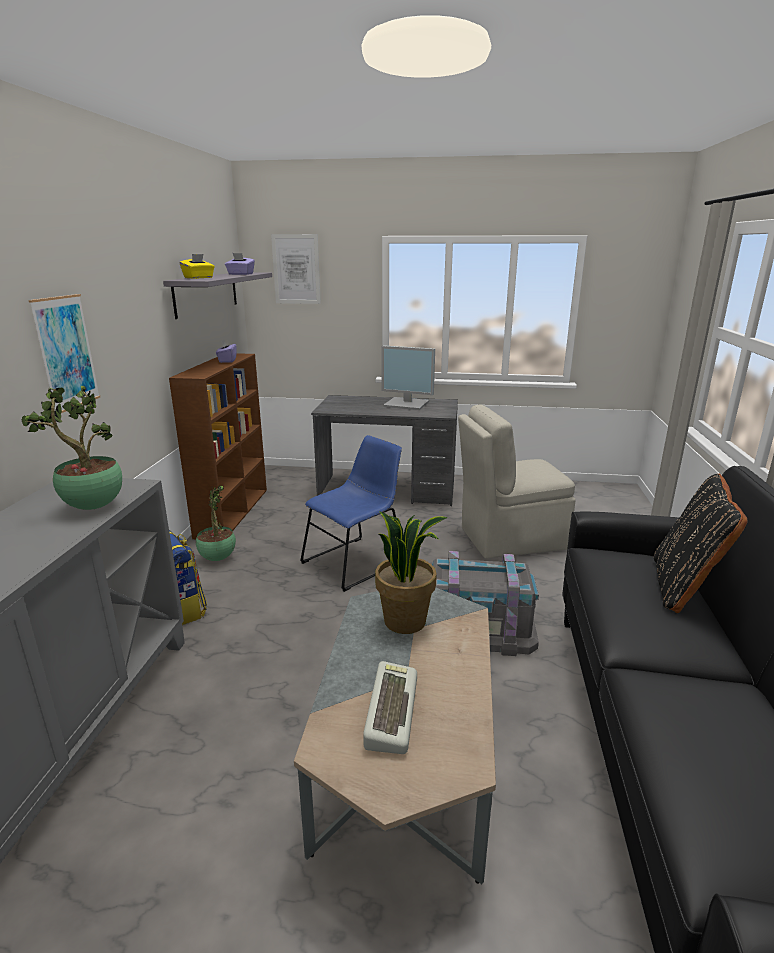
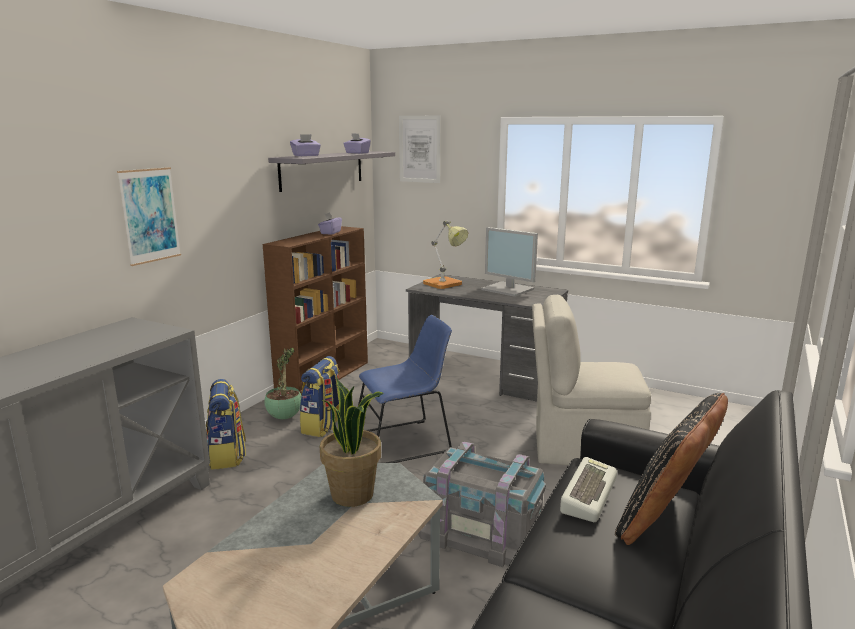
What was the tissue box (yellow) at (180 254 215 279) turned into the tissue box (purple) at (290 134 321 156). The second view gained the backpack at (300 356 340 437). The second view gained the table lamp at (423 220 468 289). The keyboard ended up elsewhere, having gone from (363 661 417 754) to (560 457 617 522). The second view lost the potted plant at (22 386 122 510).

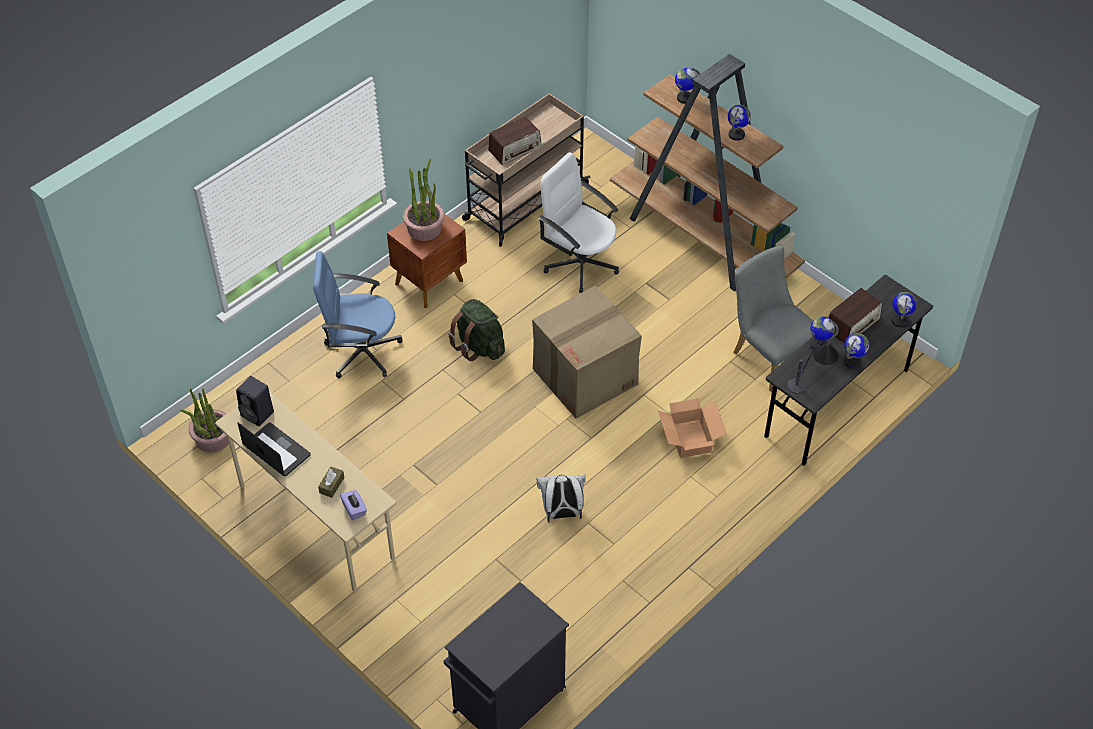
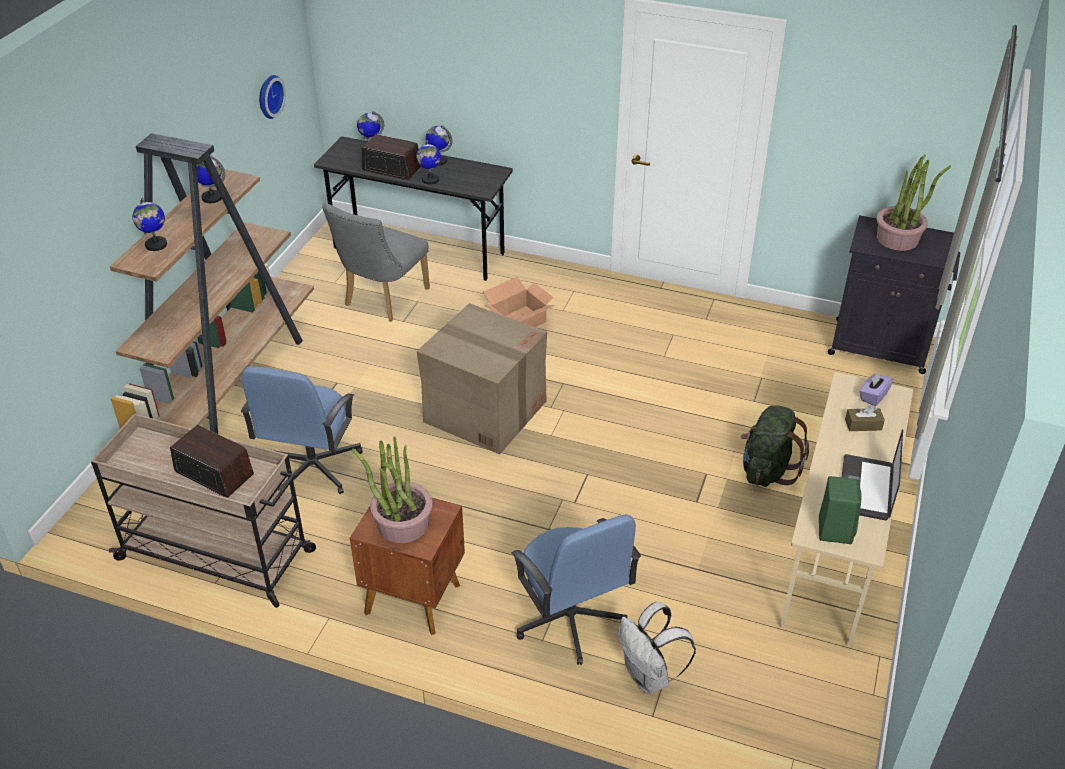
What was the office chair (white) at (538 152 619 293) turned into the office chair (blue) at (241 366 363 494). The second view gained the wall clock at (259 75 286 119). The backpack (white) ended up elsewhere, having gone from (536 474 586 522) to (618 602 696 694). The backpack (green) ended up elsewhere, having gone from (448 299 505 361) to (741 405 809 487). What was the speaker (black) at (236 376 274 426) turned into the speaker (green) at (819 476 861 544). The potted plant ended up elsewhere, having gone from (181 388 229 453) to (876 155 951 251). The second view lost the table lamp at (787 342 839 394).

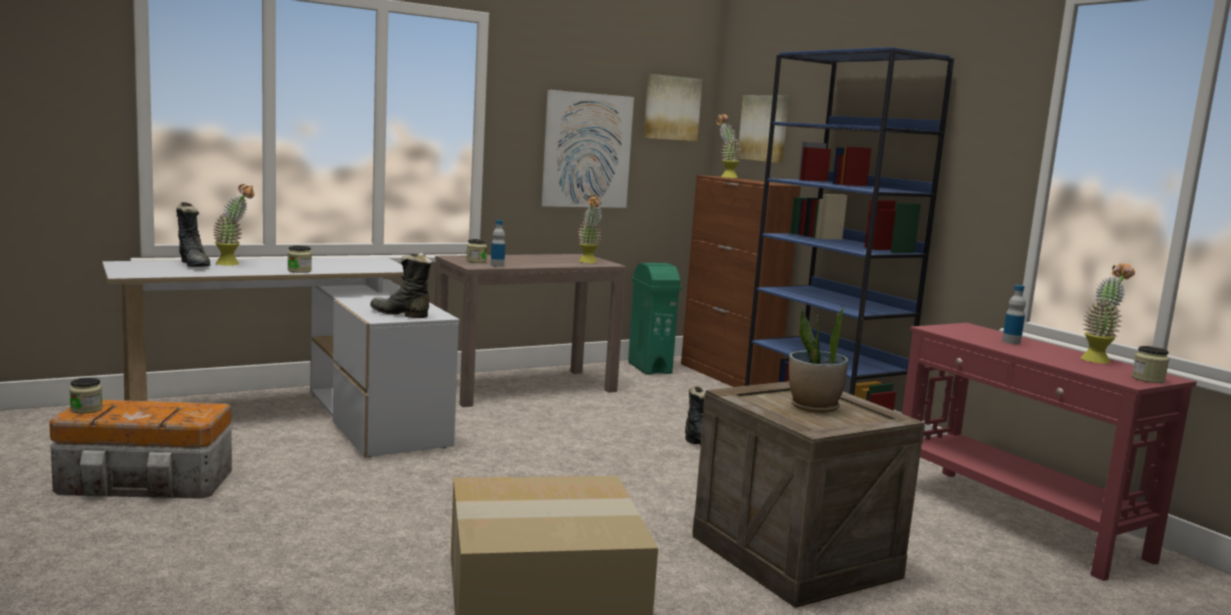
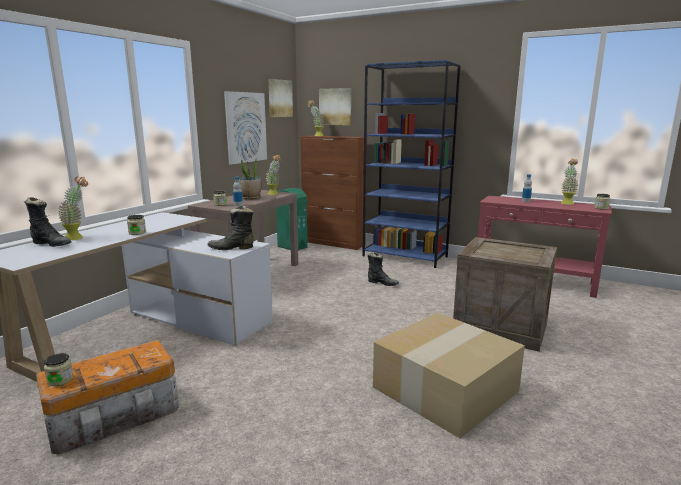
The potted plant ended up elsewhere, having gone from (789 307 848 413) to (239 157 261 199).

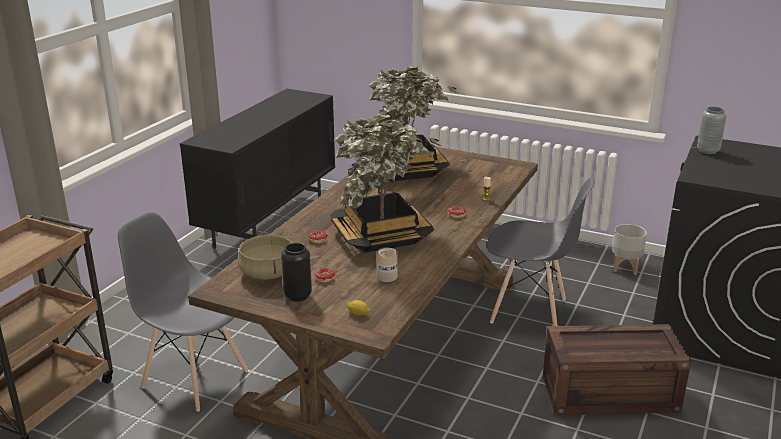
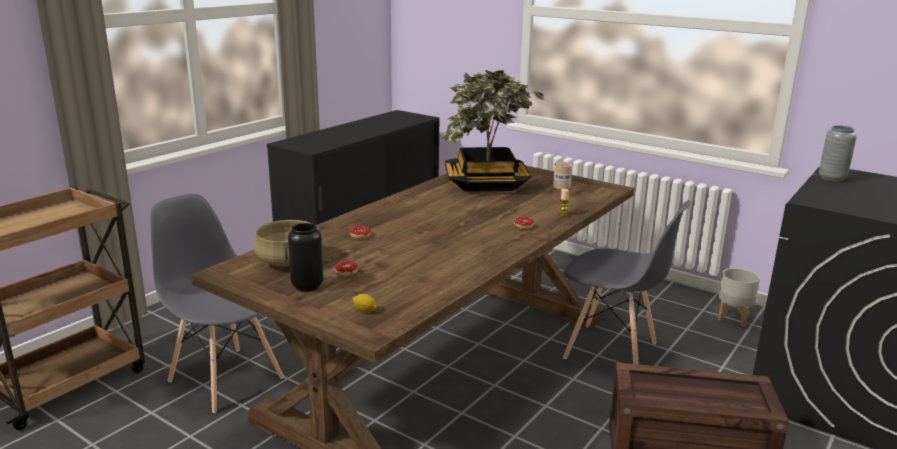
The can ended up elsewhere, having gone from (376 248 397 282) to (553 162 572 190). The second view lost the potted plant at (330 114 441 253).

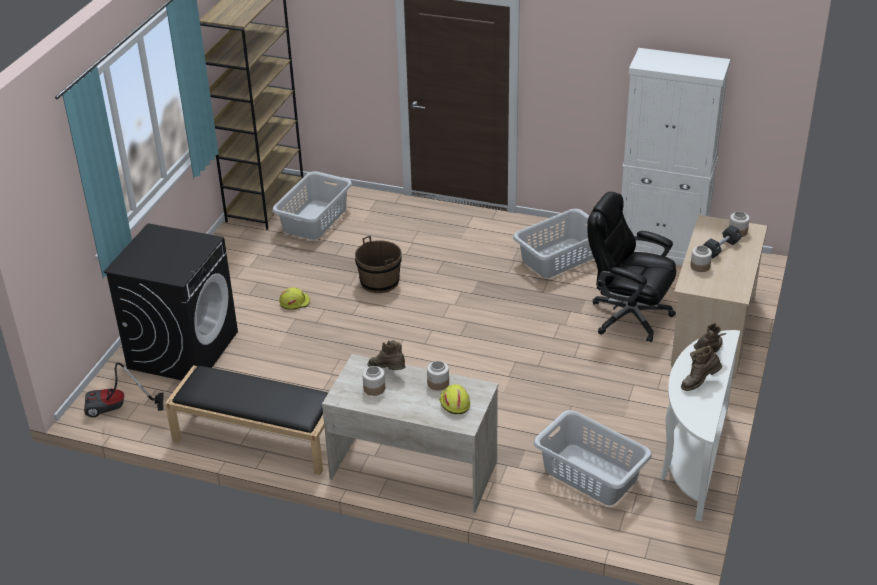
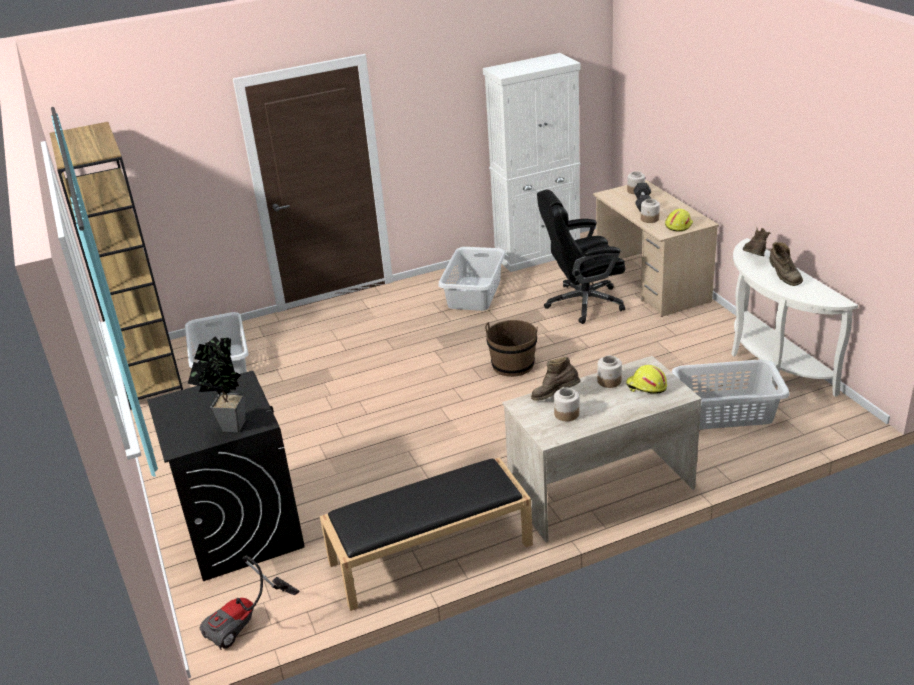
The second view gained the potted plant at (188 337 245 432). The bucket (brown) ended up elsewhere, having gone from (355 236 402 293) to (485 320 538 377). The hard hat (yellow) ended up elsewhere, having gone from (279 288 310 310) to (665 209 693 232). The boot (brown) at (681 346 722 391) ended up facing another way, 45 degrees counterclockwise from before.

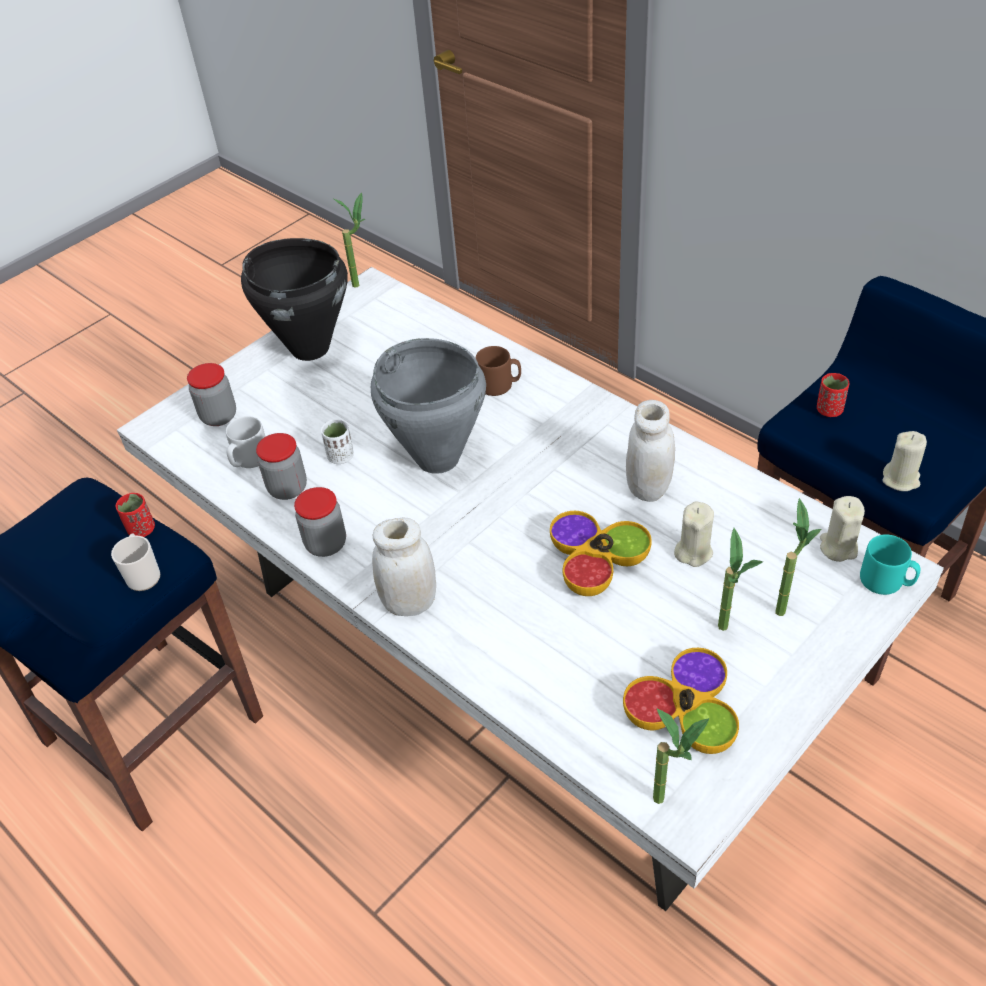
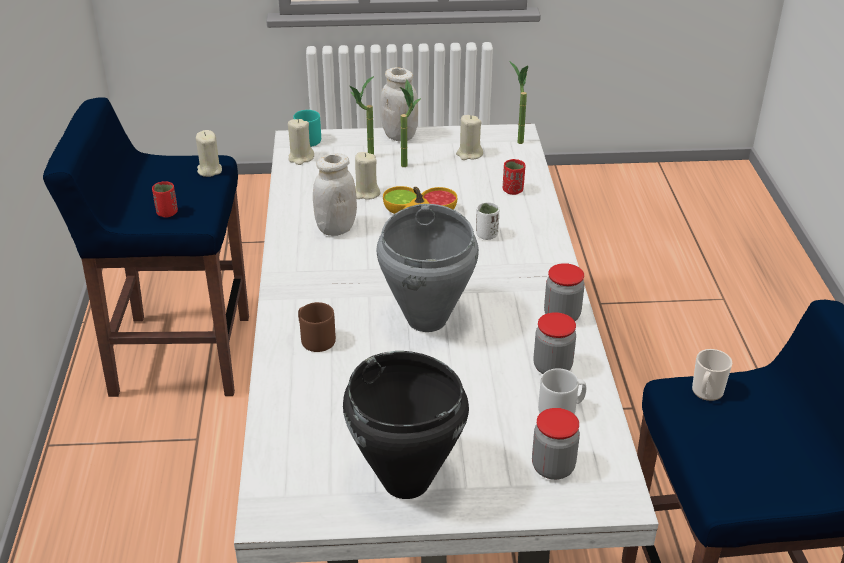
The jar (white) ended up elsewhere, having gone from (372 518 436 616) to (381 67 418 141). Where the bowl stood at (623 648 739 754), the candle (beige) came to stand at (456 115 483 160). The cup (white) ended up elsewhere, having gone from (321 420 354 464) to (476 202 499 240). The cup (red) ended up elsewhere, having gone from (116 493 155 537) to (503 159 525 195). The second view lost the potted plant at (334 192 365 288).

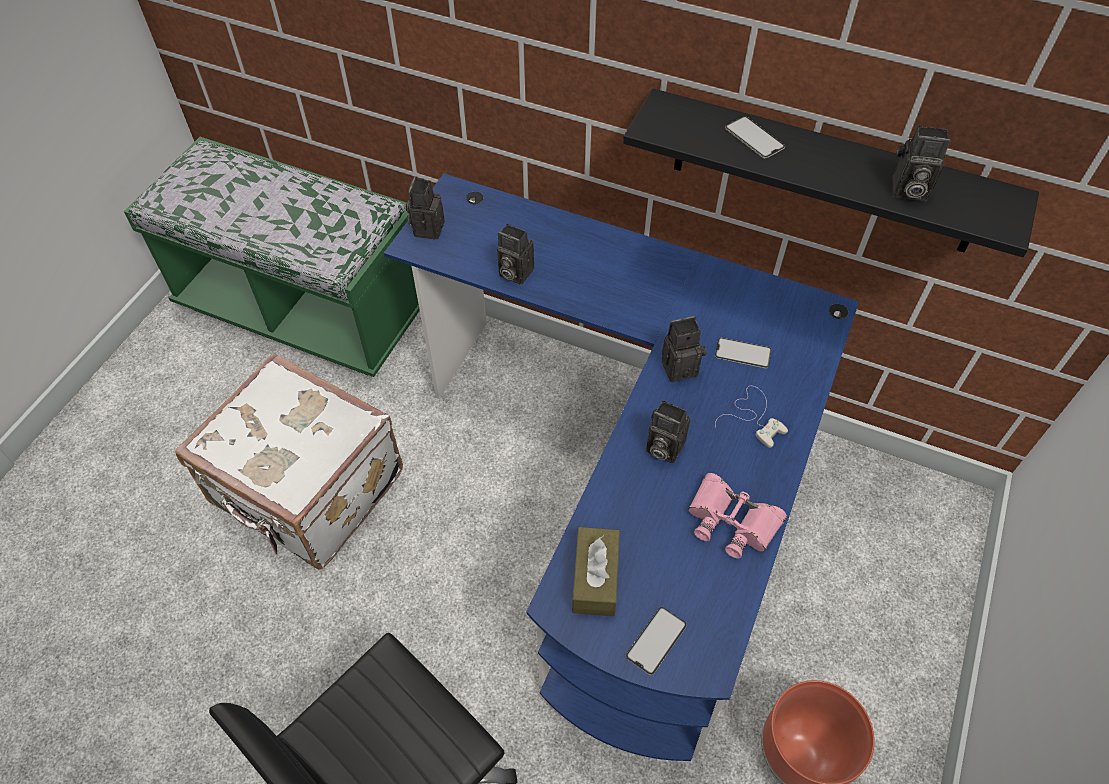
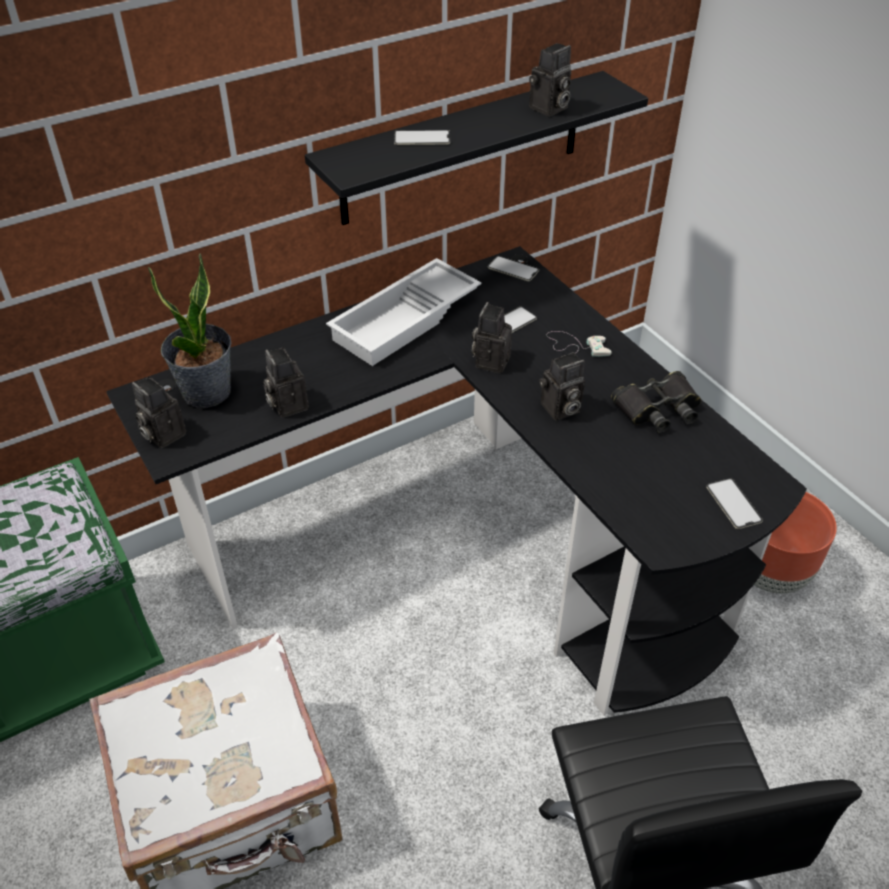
What was the desk (blue) at (384 173 859 761) turned into the desk (black) at (106 246 807 715). The second view gained the potted plant at (148 254 231 408). The photo camera at (497 224 534 285) ended up facing another way, 90 degrees clockwise from before. The second view gained the tray (white) at (326 258 481 366). The second view gained the phone at (488 256 539 281). What was the binoculars (pink) at (688 473 787 559) turned into the binoculars (black) at (611 371 701 433). The second view lost the tissue box (brown) at (572 527 620 617).

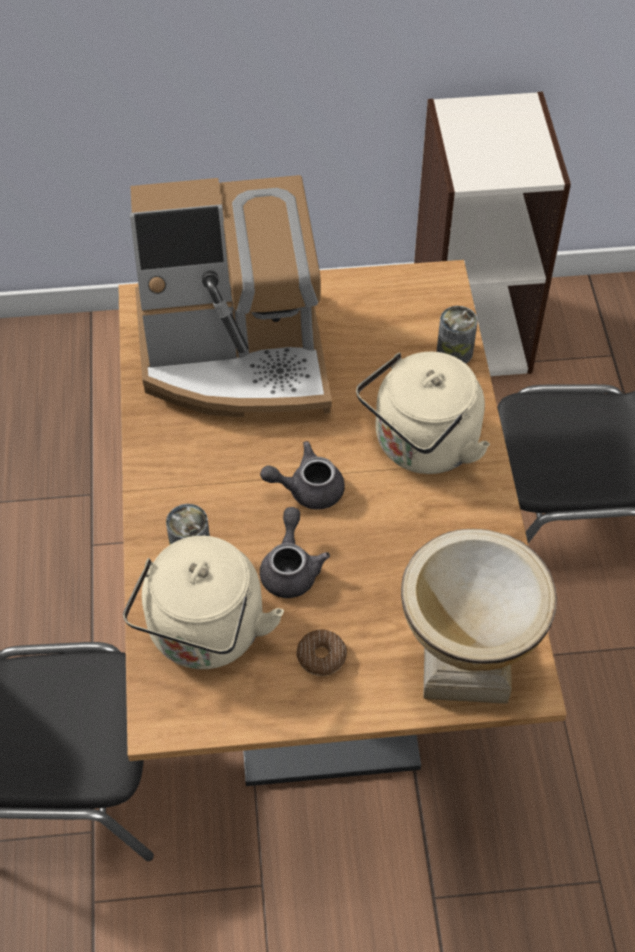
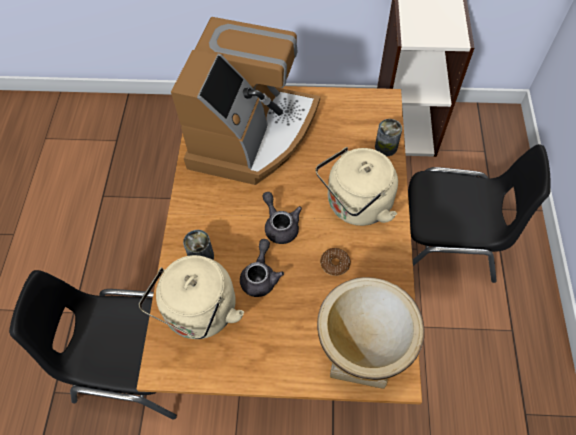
The coffee machine at (130 175 332 417) ended up facing another way, 75 degrees counterclockwise from before. The teapot (grey) at (260 441 345 510) ended up facing another way, 60 degrees clockwise from before. The donut ended up elsewhere, having gone from (296 630 347 676) to (320 248 351 276).

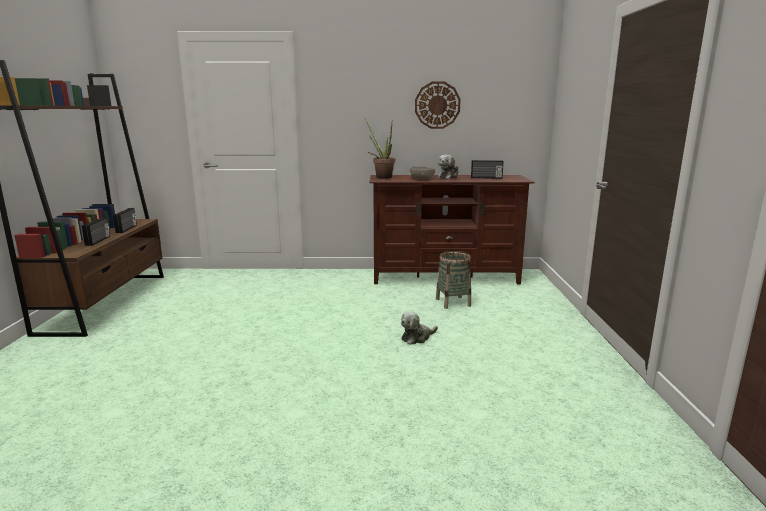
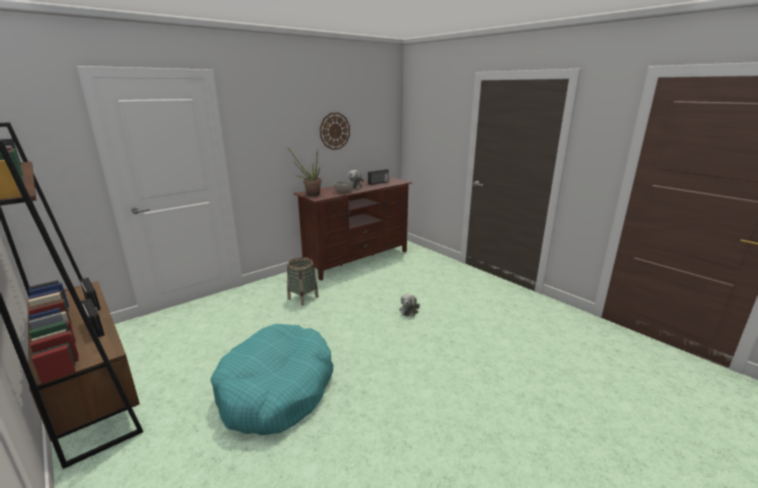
The second view gained the dog bed (turquoise) at (211 324 333 435). The basket ended up elsewhere, having gone from (436 251 471 309) to (287 257 319 306).

